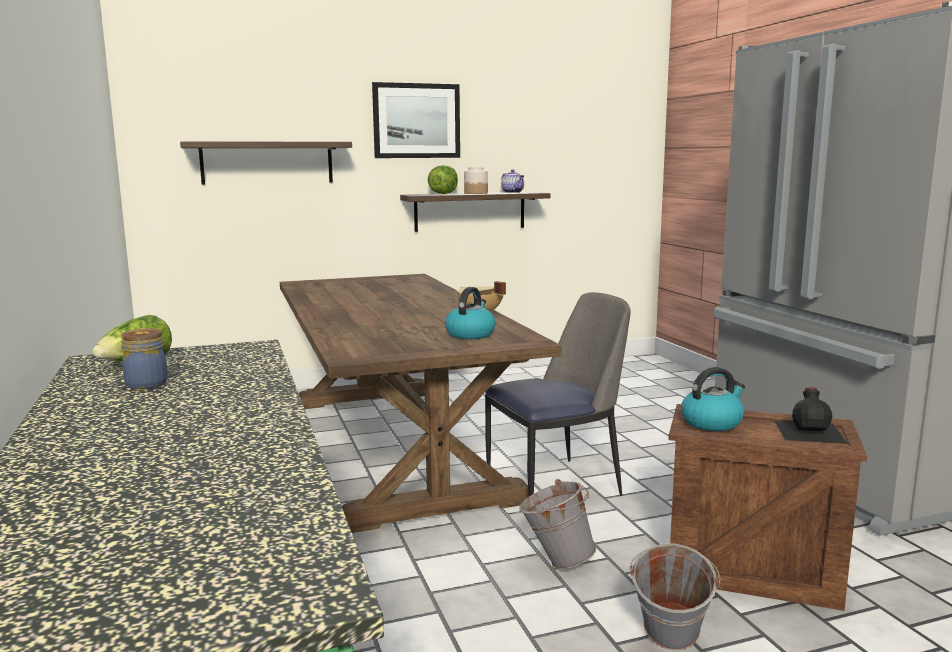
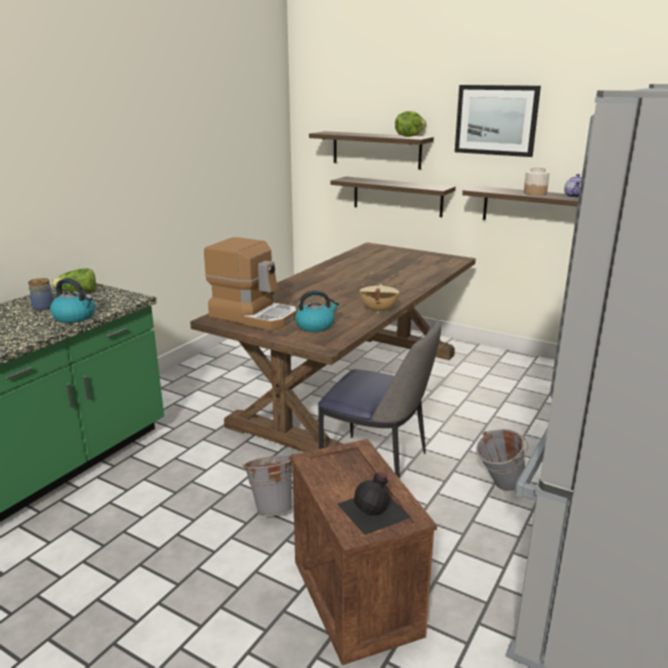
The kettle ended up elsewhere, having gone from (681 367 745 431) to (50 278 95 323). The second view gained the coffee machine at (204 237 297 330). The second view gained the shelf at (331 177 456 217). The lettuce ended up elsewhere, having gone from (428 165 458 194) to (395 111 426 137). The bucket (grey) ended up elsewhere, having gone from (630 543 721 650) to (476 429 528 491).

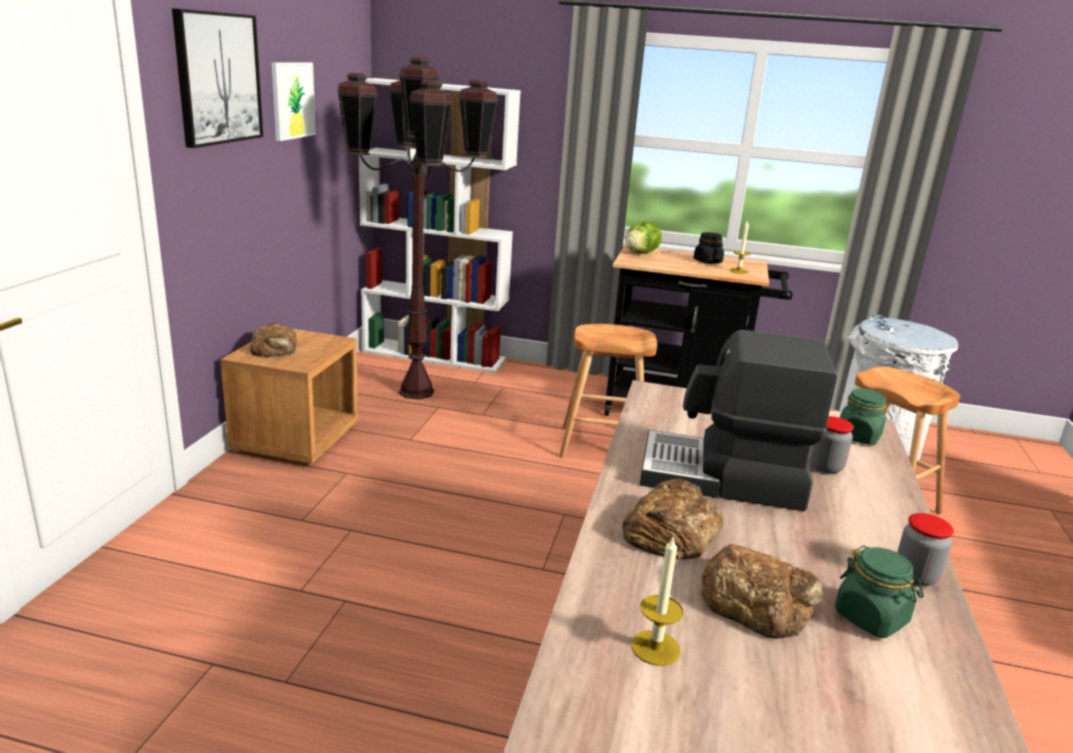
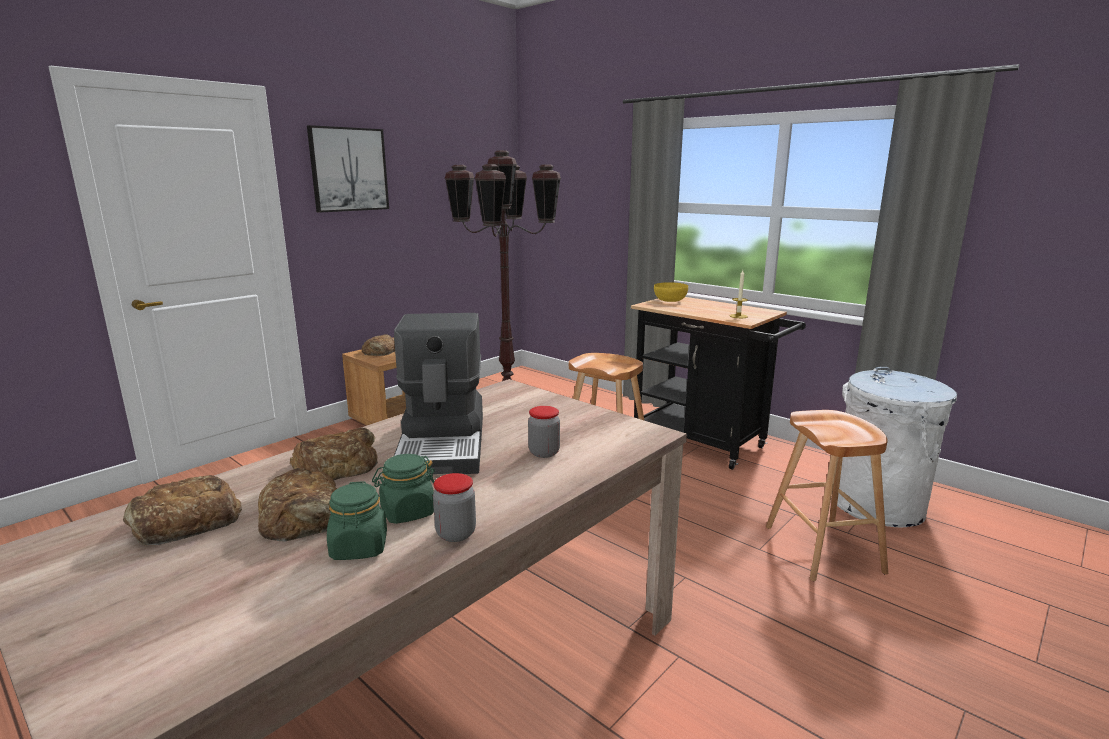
Where the candle stood at (631 535 684 666), the bread came to stand at (123 475 242 545). The jar (green) ended up elsewhere, having gone from (840 388 887 445) to (372 454 435 524). The coffee machine at (640 330 837 511) ended up facing another way, 135 degrees counterclockwise from before. Where the lettuce stood at (625 222 662 254), the bowl (yellow) came to stand at (654 283 688 302). The second view lost the picture at (271 62 316 141). The second view lost the bookcase (white) at (359 78 521 373). The second view lost the jar (black) at (694 232 724 264).

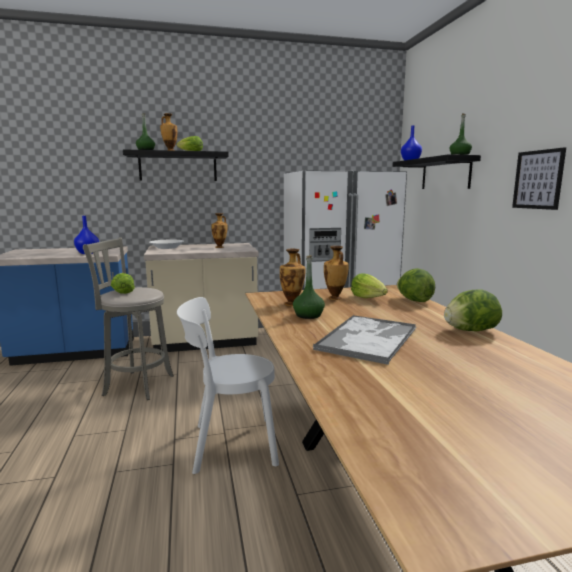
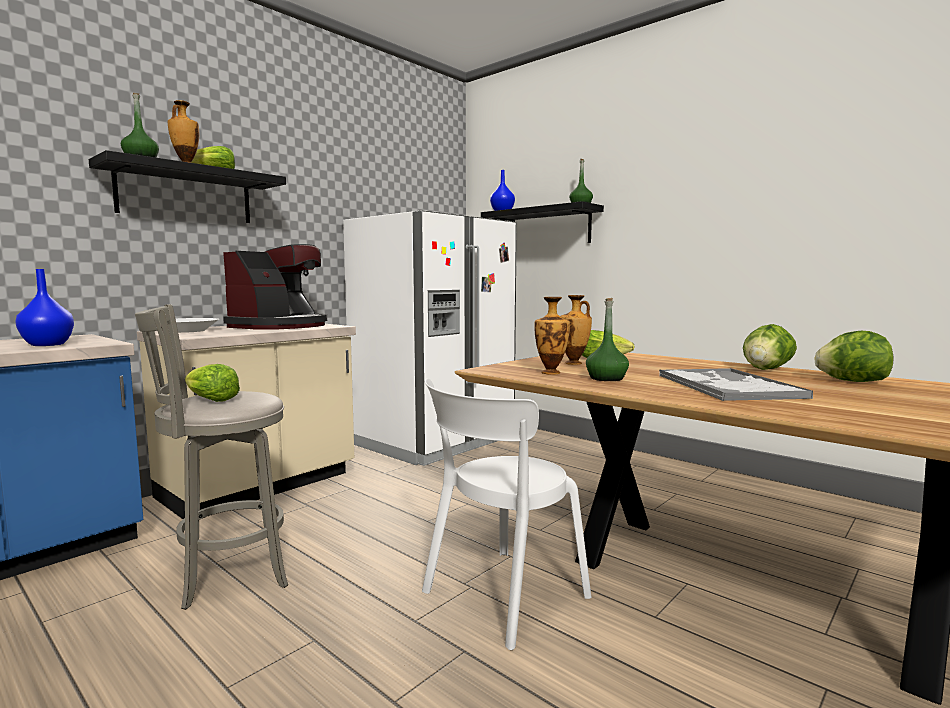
Where the vase stood at (212 213 228 248), the coffee machine came to stand at (223 244 327 330). The lettuce ended up elsewhere, having gone from (397 268 435 302) to (814 331 893 382). The second view lost the picture at (512 147 566 210).

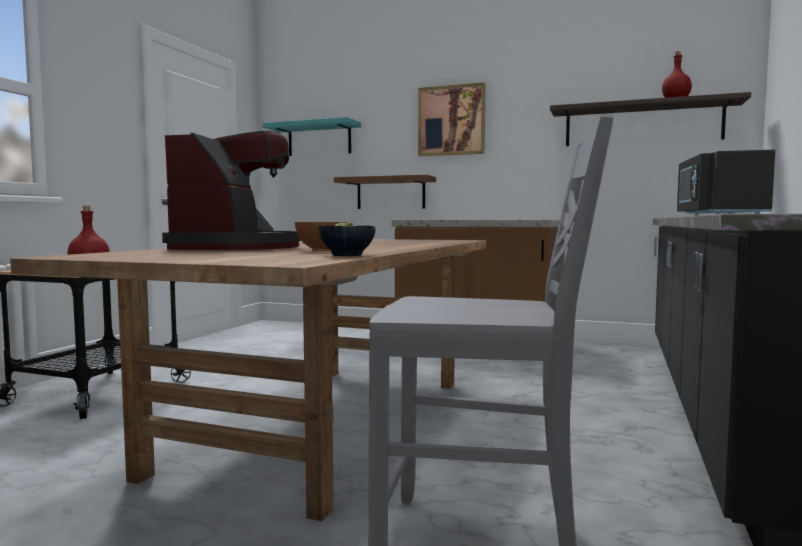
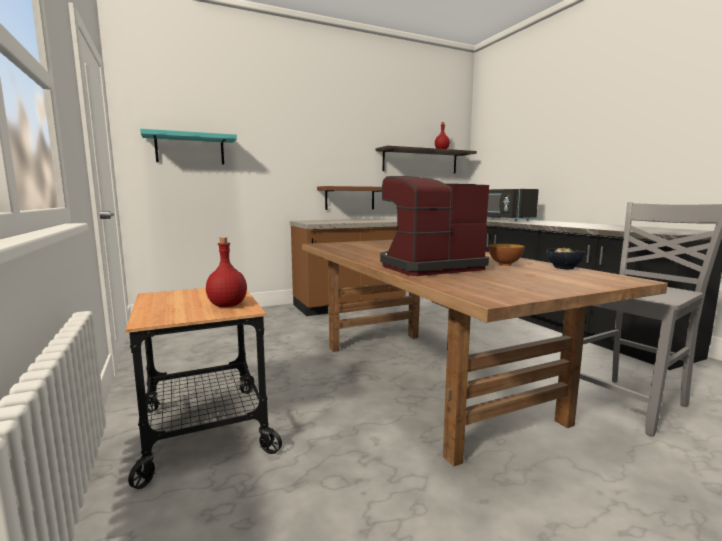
The shelf (brown) ended up elsewhere, having gone from (334 175 436 209) to (317 186 382 210). The coffee machine at (162 131 301 250) ended up facing another way, 75 degrees counterclockwise from before. The second view lost the picture at (418 83 485 156).

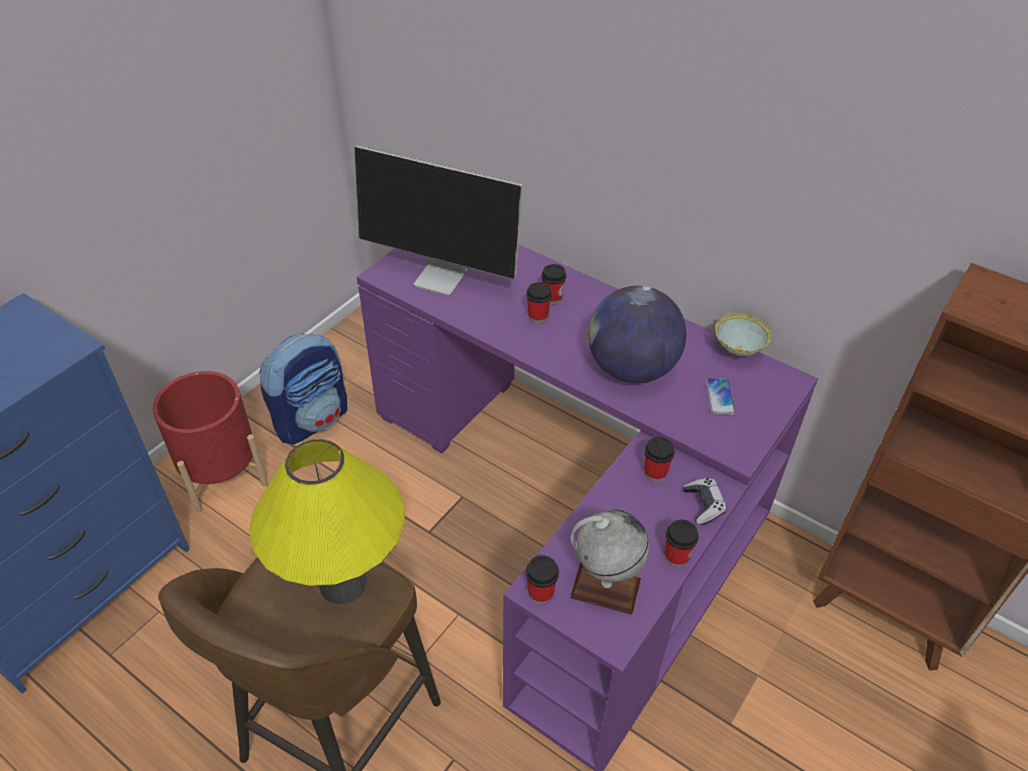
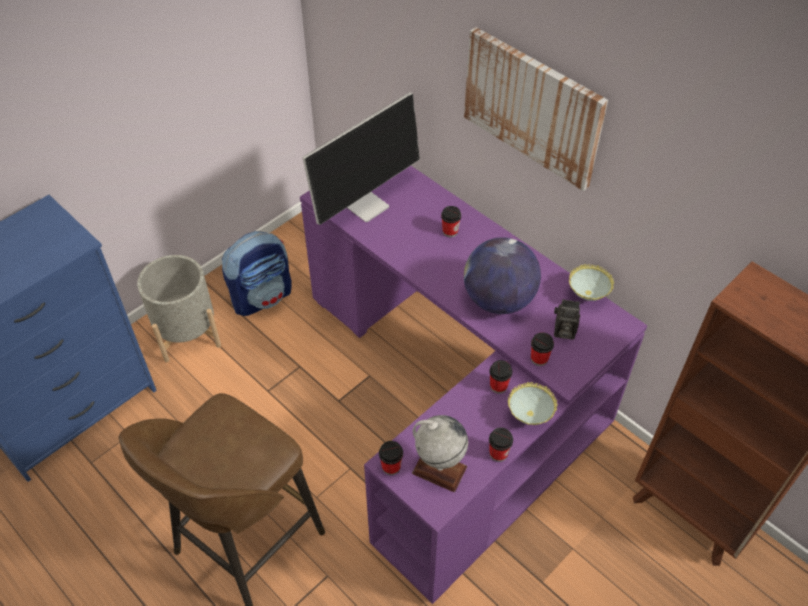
What was the planter (red) at (153 371 268 513) turned into the planter (grey) at (137 255 221 363). The monitor at (354 145 523 296) ended up facing another way, 75 degrees counterclockwise from before. The second view gained the picture at (464 27 608 191). Where the game controller stood at (683 478 727 525), the bowl came to stand at (508 382 557 425). The cup ended up elsewhere, having gone from (526 282 552 323) to (531 332 554 366). Where the phone stood at (706 378 735 415), the photo camera came to stand at (554 299 580 340). The second view lost the table lamp (yellow) at (249 439 405 604).

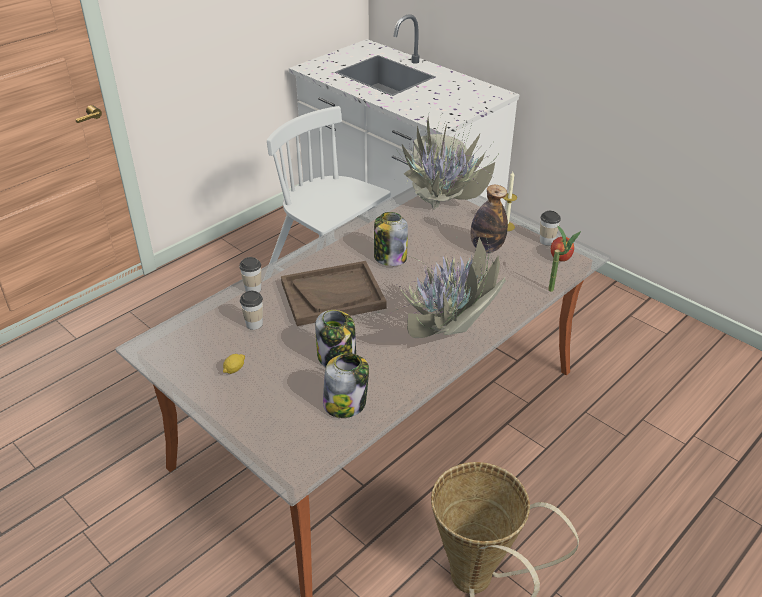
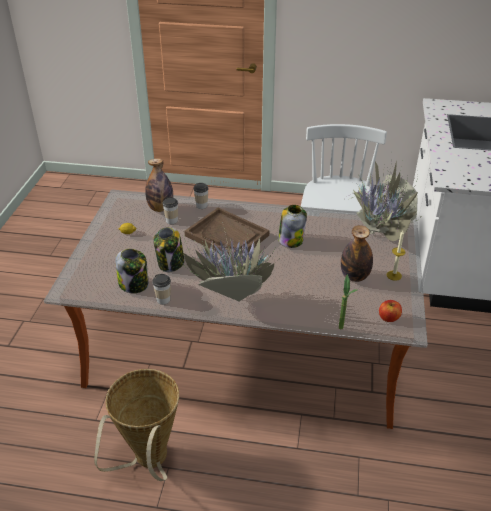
The second view gained the bottle at (145 158 173 212). The cup ended up elsewhere, having gone from (540 211 561 246) to (152 274 171 305).

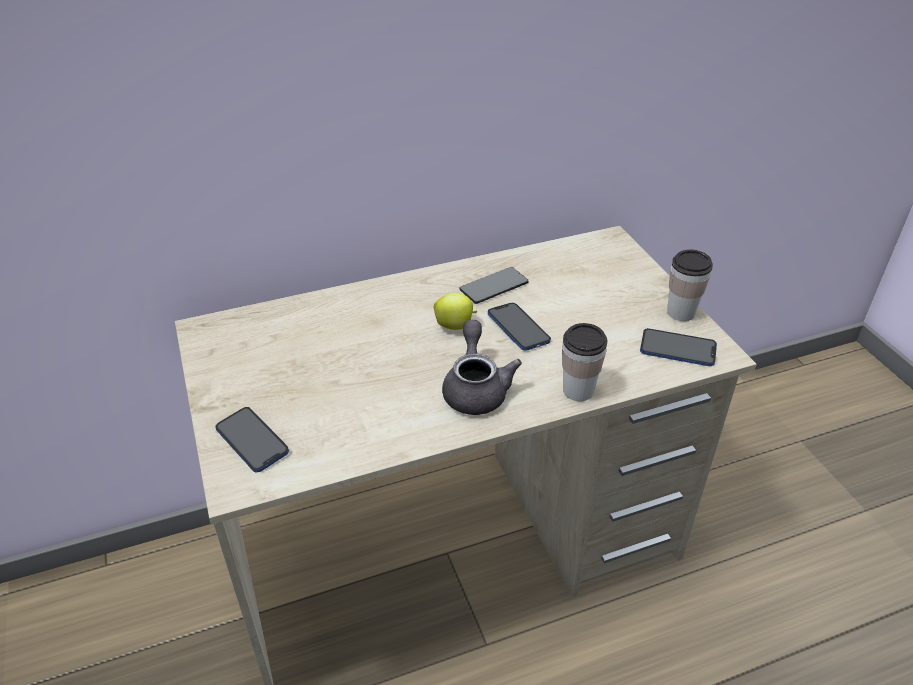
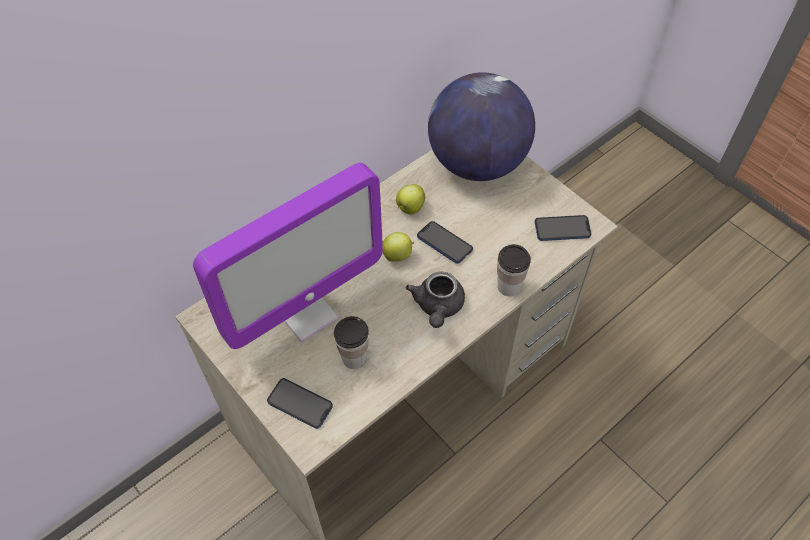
The second view gained the monitor at (193 163 383 349). The cup ended up elsewhere, having gone from (667 250 713 321) to (334 316 369 369). Where the phone stood at (459 267 528 304), the apple came to stand at (396 184 425 214). The teapot (grey) at (442 320 522 415) ended up facing another way, 150 degrees counterclockwise from before. The second view gained the globe at (428 72 535 181).

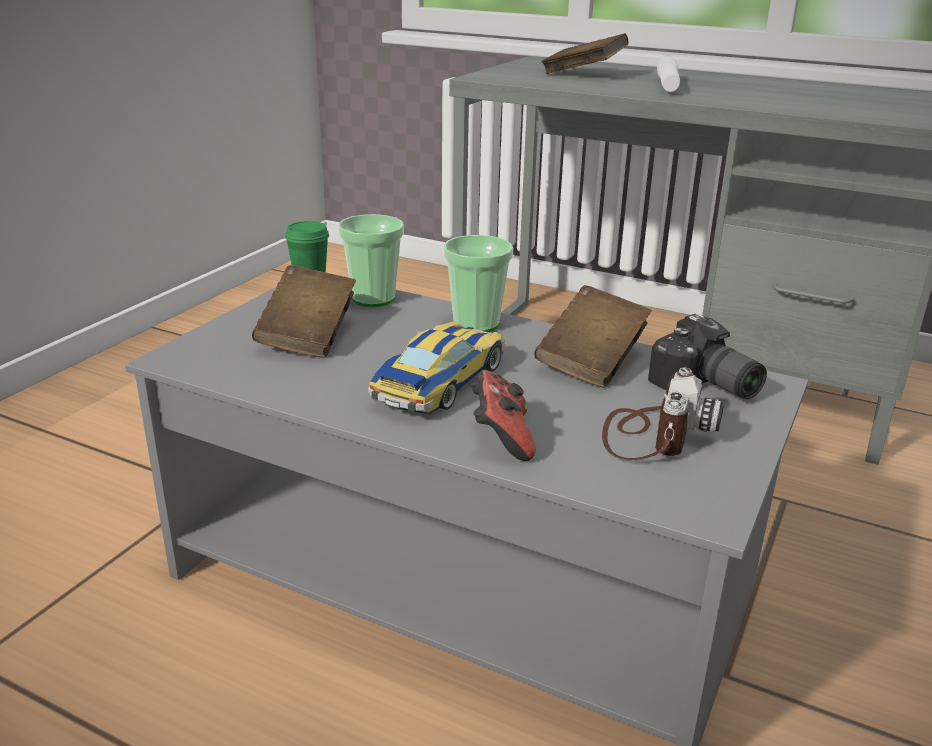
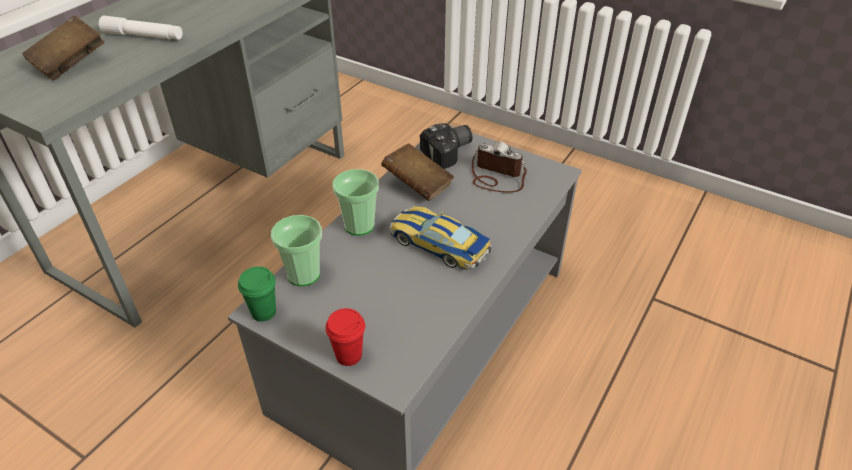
The second view gained the cup (red) at (326 308 365 366). The second view lost the book (brown) at (252 265 356 358). The second view lost the game controller at (471 370 536 461).

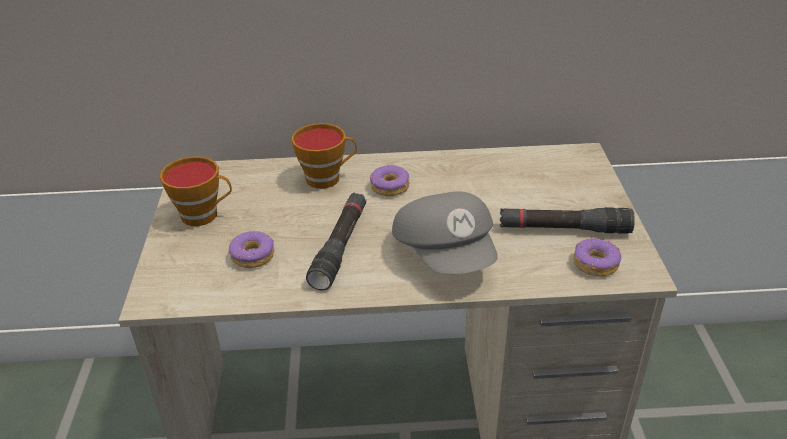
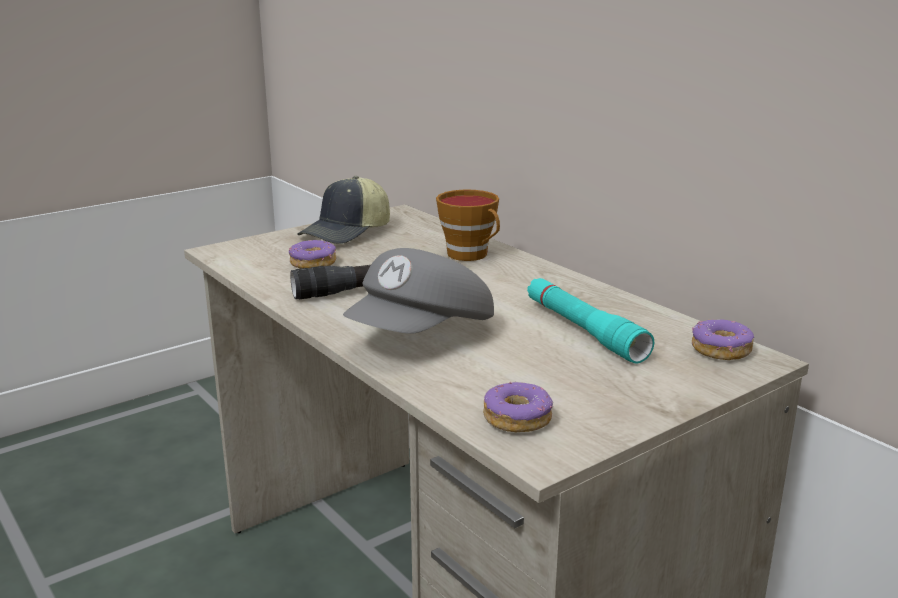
Where the cup stood at (160 156 232 226), the cap came to stand at (298 176 390 244). The second view gained the flashlight (turquoise) at (527 278 654 363). The donut ended up elsewhere, having gone from (370 165 409 196) to (692 319 754 360). The second view lost the flashlight (black) at (500 207 635 234).

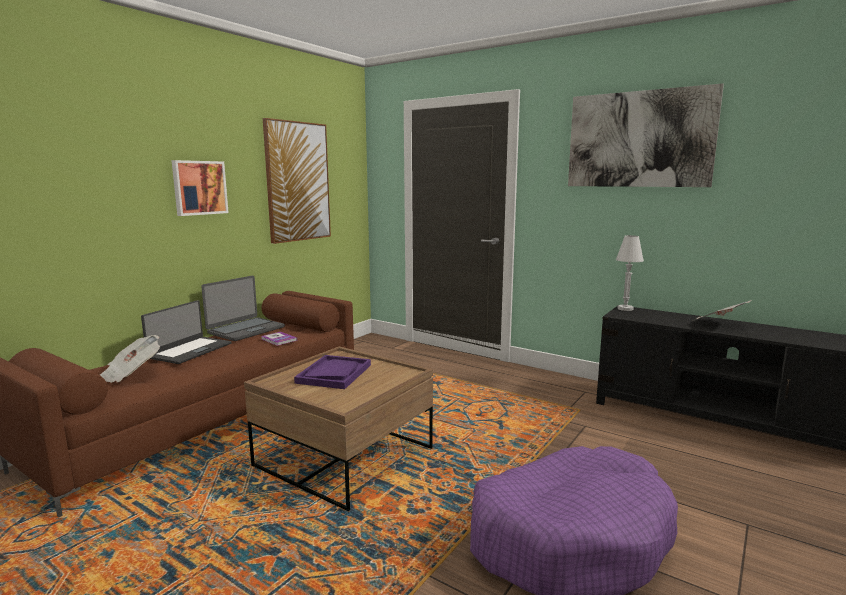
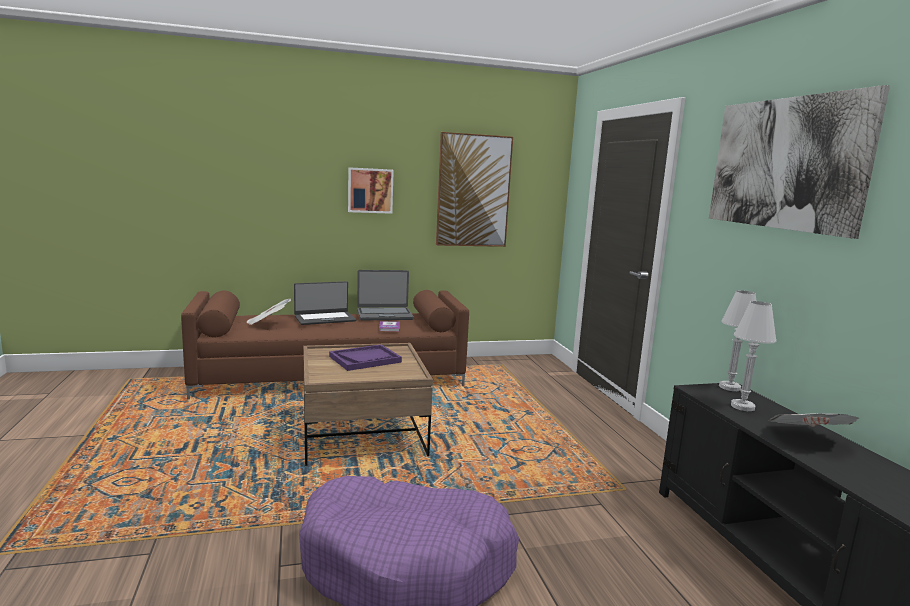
The second view gained the table lamp (white) at (731 301 777 411).

